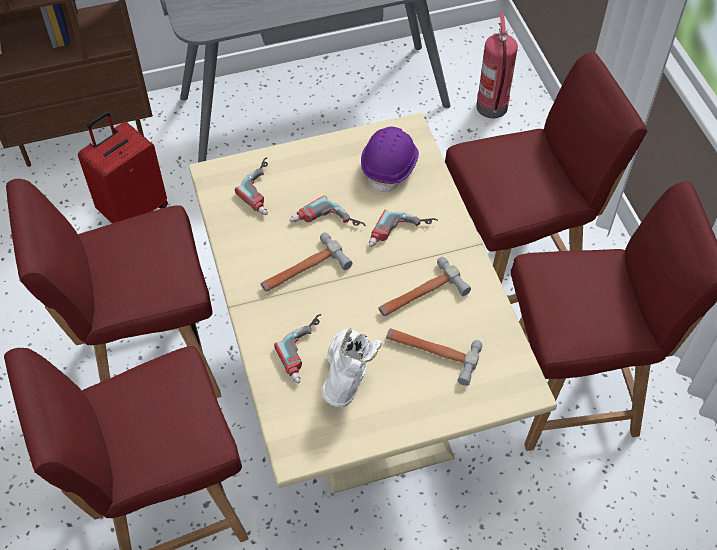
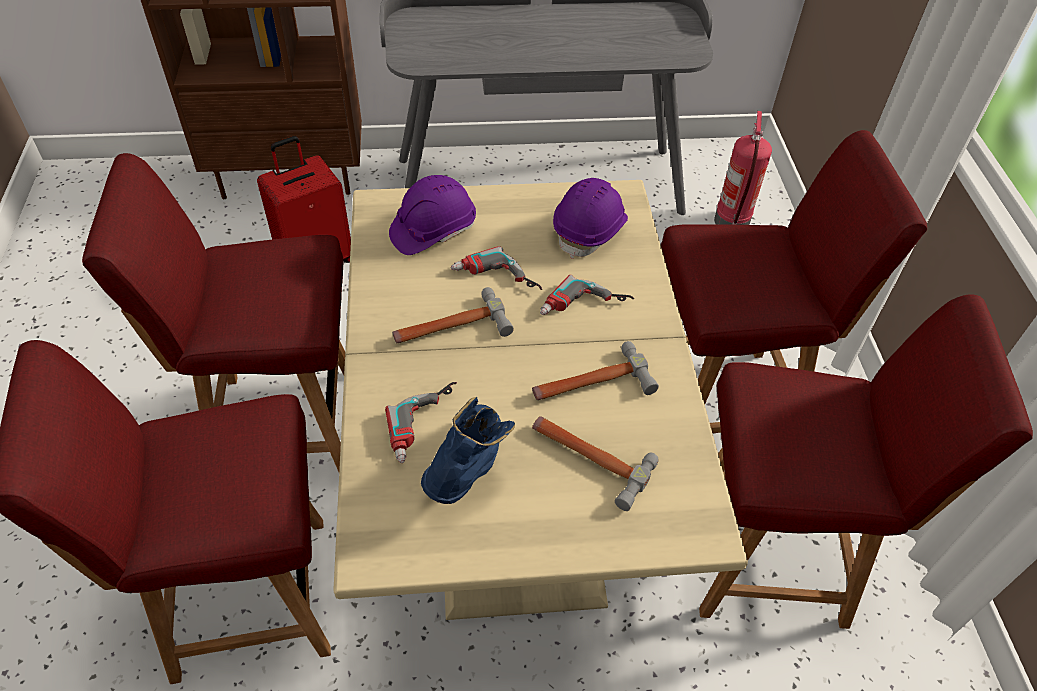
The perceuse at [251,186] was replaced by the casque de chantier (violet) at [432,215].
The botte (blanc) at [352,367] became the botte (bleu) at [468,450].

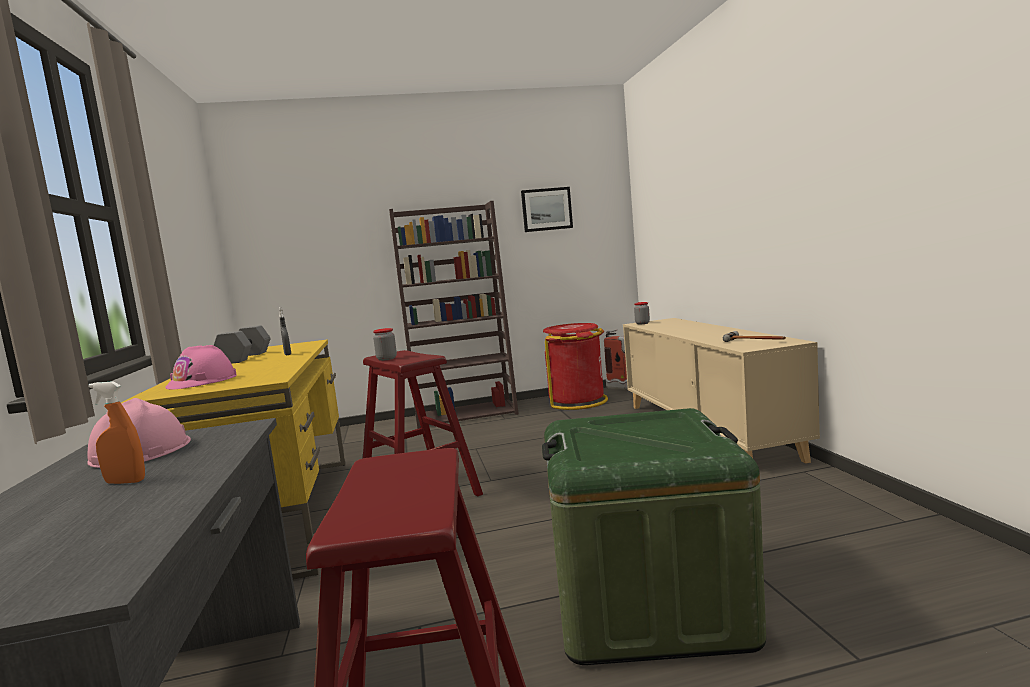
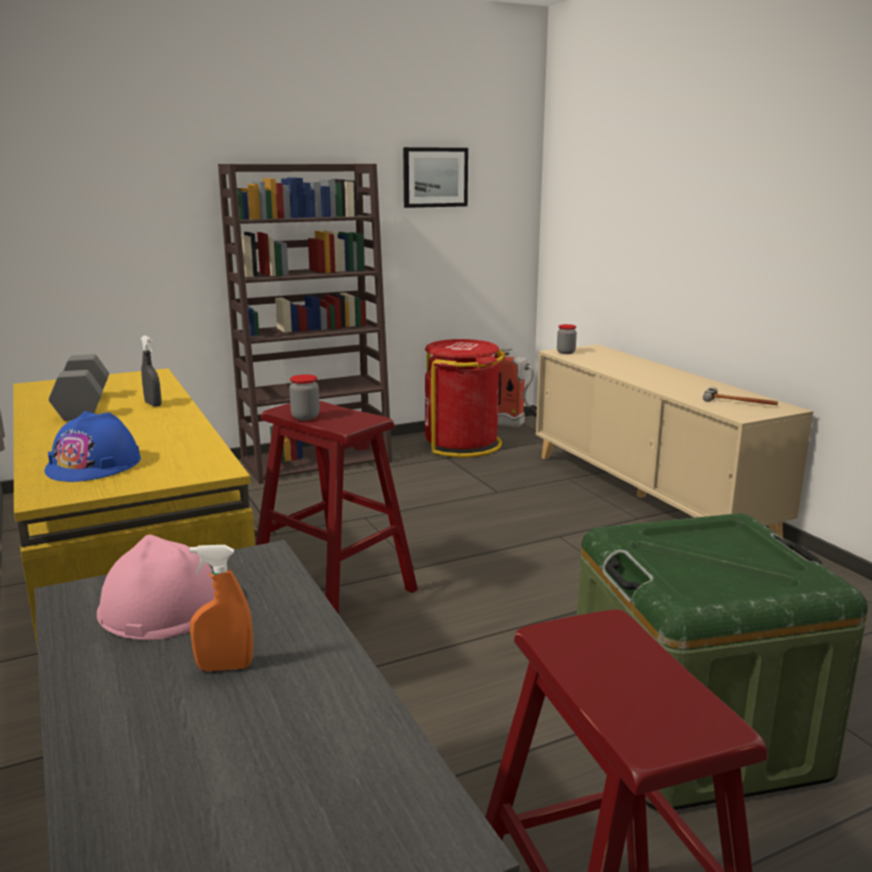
The casque de chantier (rose) at [201,367] became the casque de chantier (bleu) at [92,446].

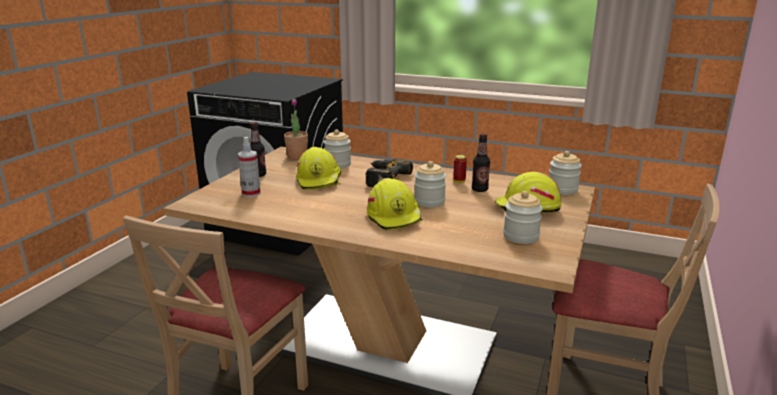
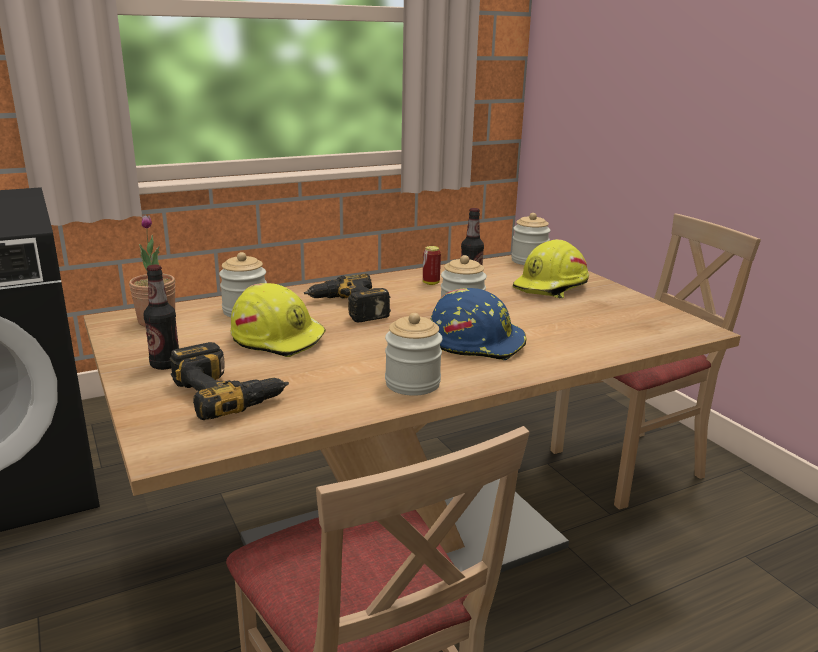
The vaporisateur at [249,167] was replaced by the perceuse at [229,381].
The casque de chantier (jaune) at [395,204] became the casque de chantier (bleu) at [478,324].
The bocal moved from [523,217] to [414,354].

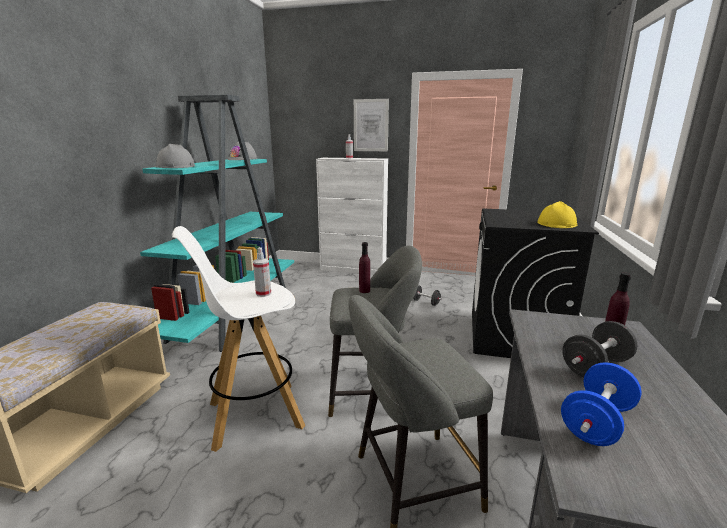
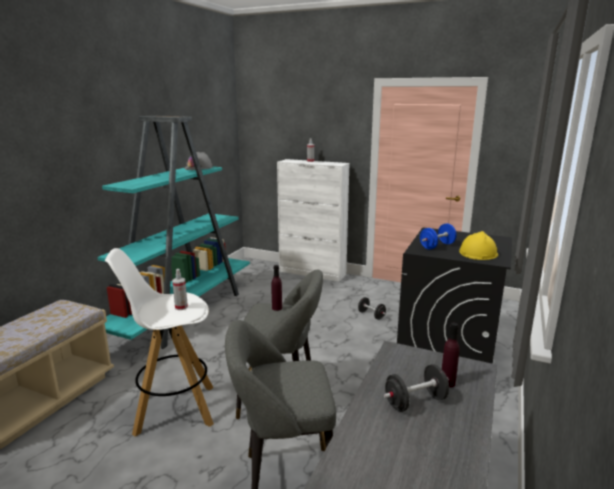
The tableau at [371,125] disappeared.
The casque de chantier (gris) at [175,156] disappeared.
The haltère (bleu) moved from [601,404] to [438,236].

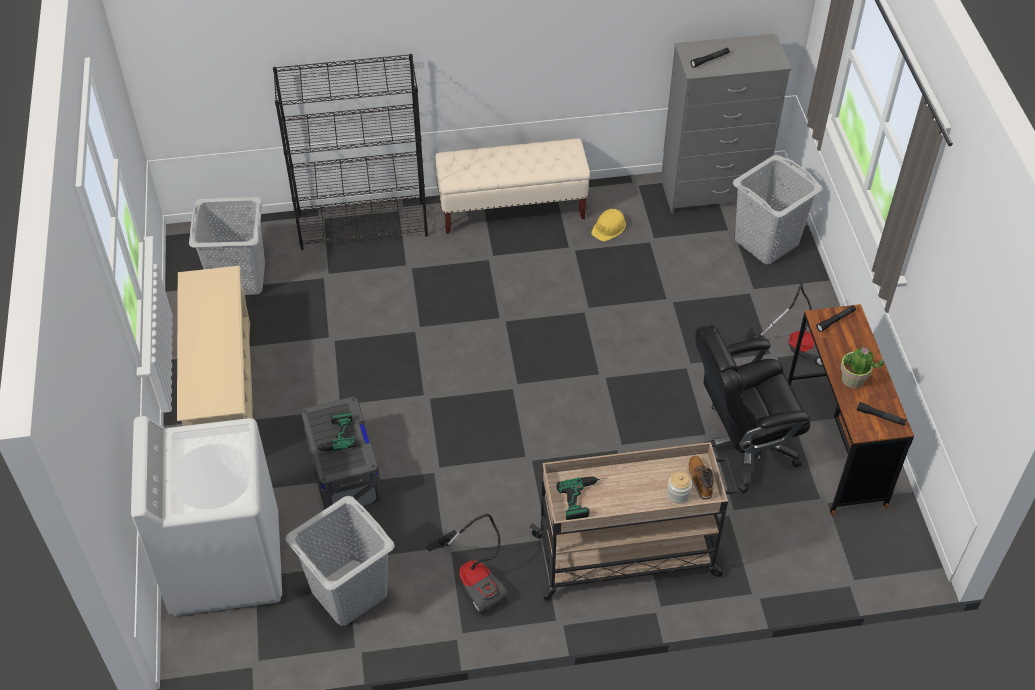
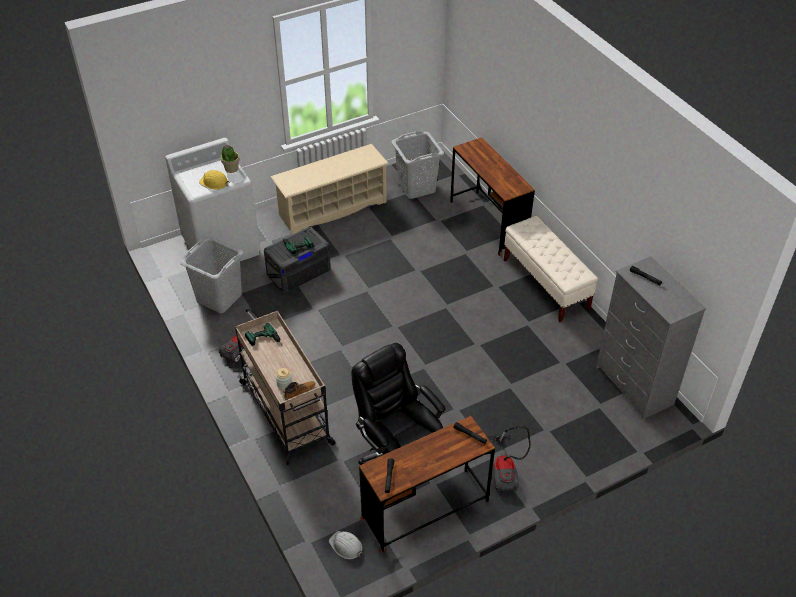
The bibliothèque (noir) at [350,152] was replaced by the bureau (marron) at [492,196].
The panier à linge (gris) at [778,209] disappeared.
The casque de chantier (jaune) moved from [608,225] to [214,180].
The plante en pot moved from [862,368] to [230,159].
The casque de chantier (blanc) at [346,545] appeared.

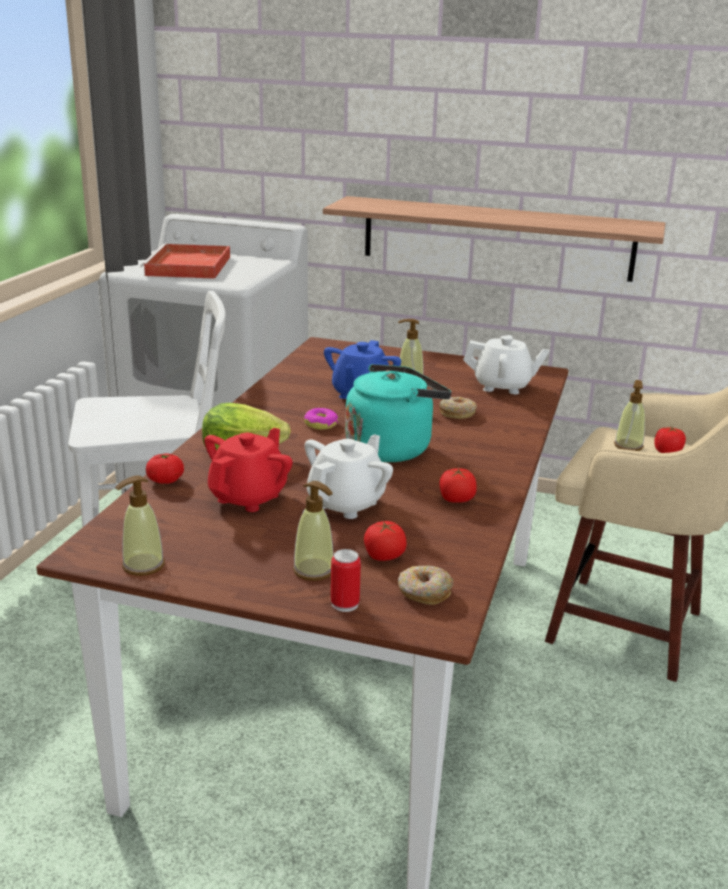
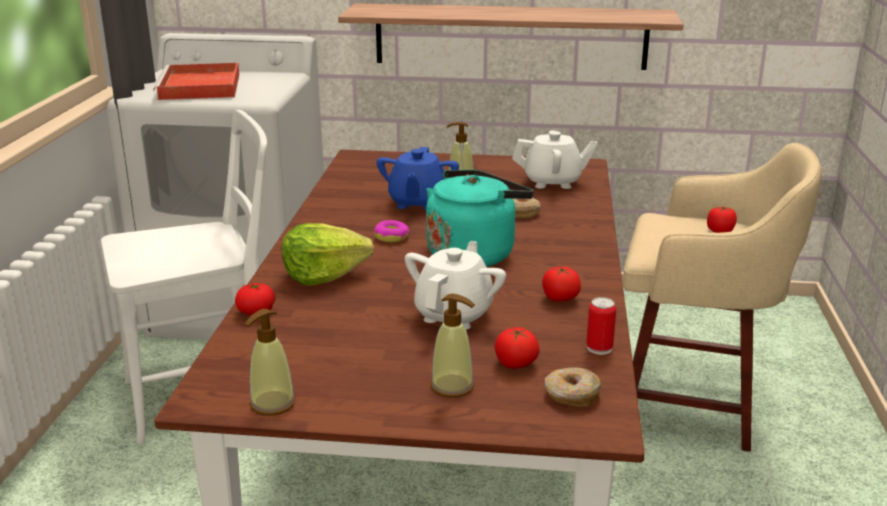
The distributeur de savon at [629,415] disappeared.
The théière (rouge) at [248,470] disappeared.
The boîte métallique moved from [346,580] to [601,326].

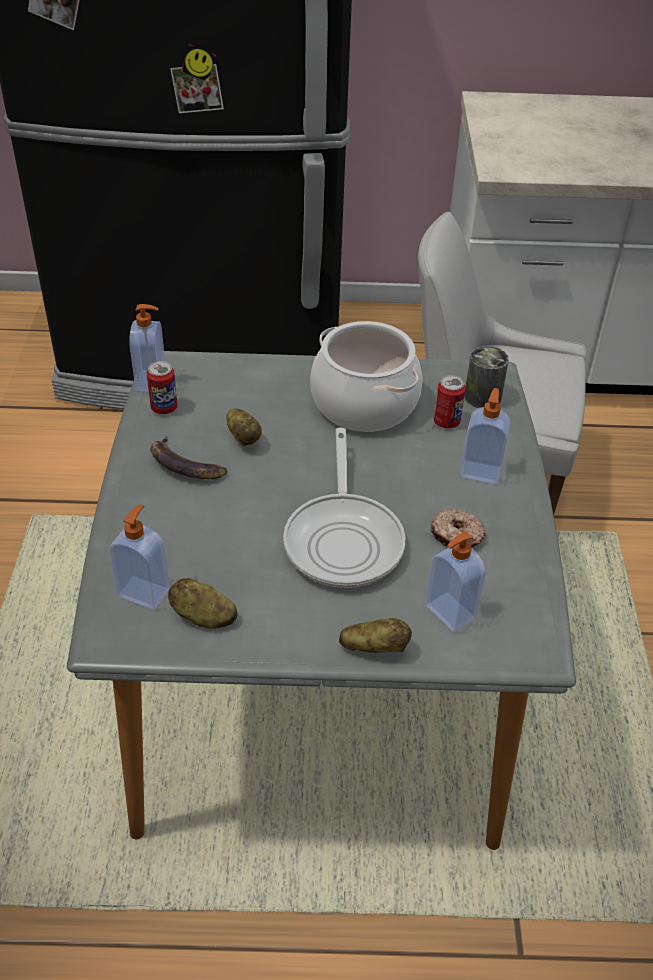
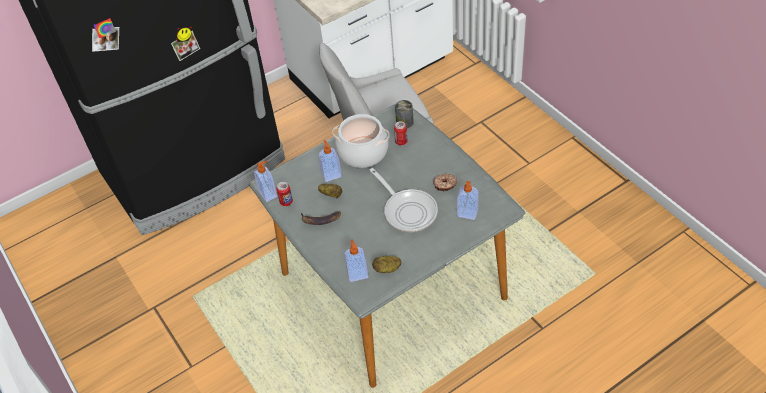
The distributeur de savon moved from [485,436] to [330,161].
The pomme de terre at [375,635] disappeared.

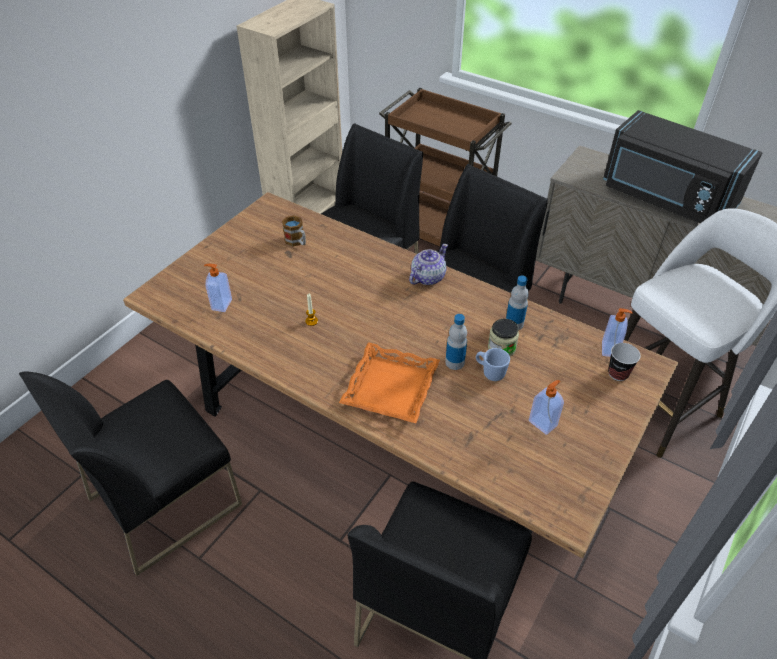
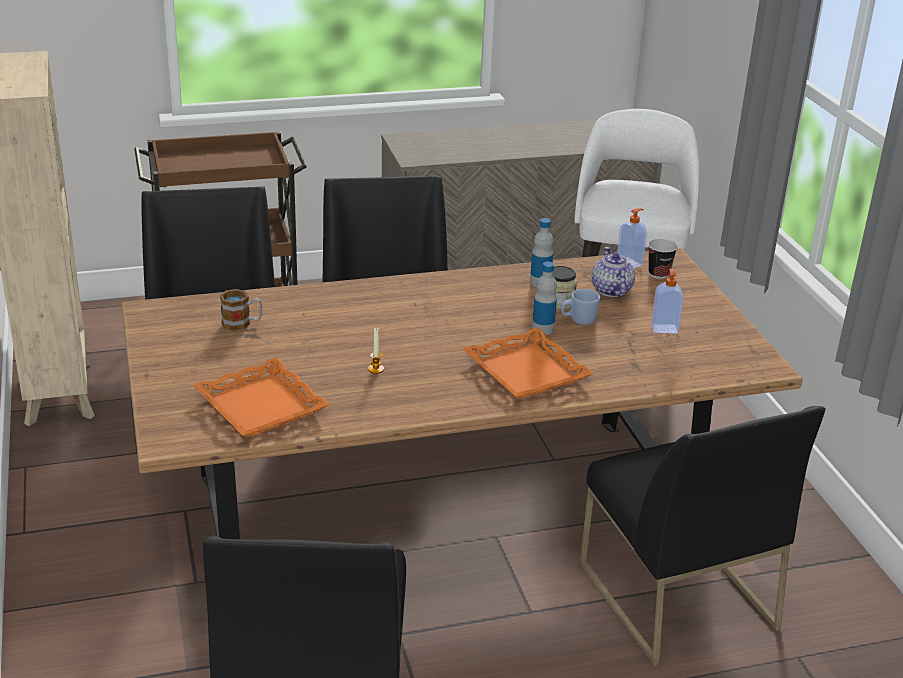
The micro-ondes (noir) at [683,166] disappeared.
The théière moved from [428,264] to [613,272].
The distributeur de savon at [218,288] was replaced by the plateau (orange) at [261,397].

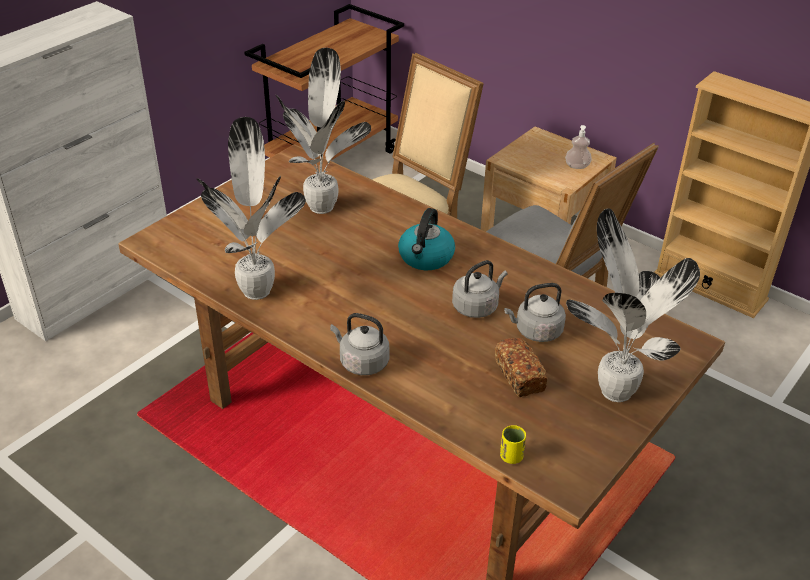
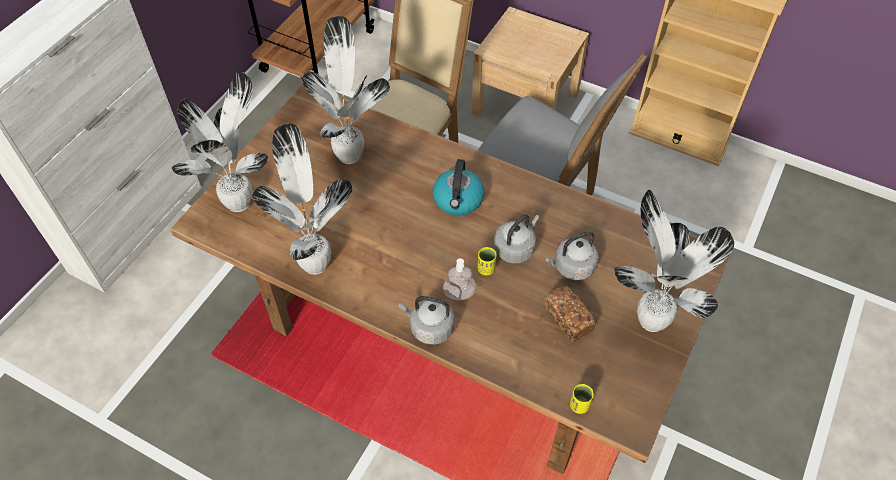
The distributeur de savon moved from [578,147] to [460,279].
The plante en pot at [220,141] appeared.
The tasse (jaune) at [487,261] appeared.

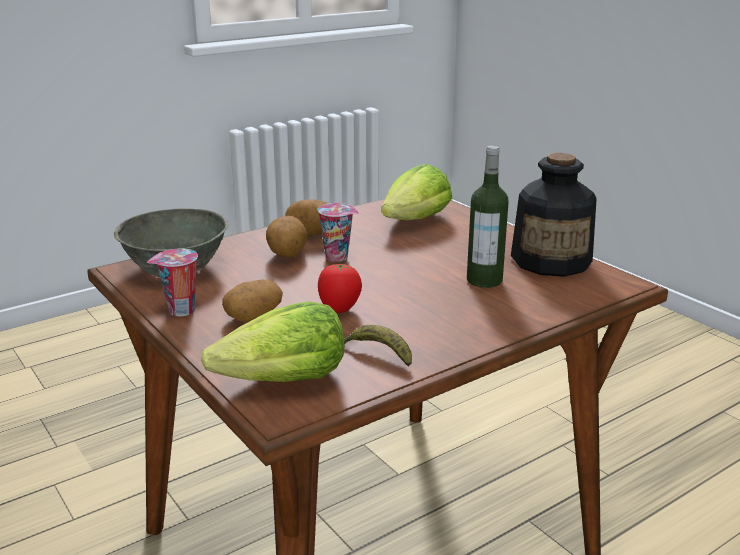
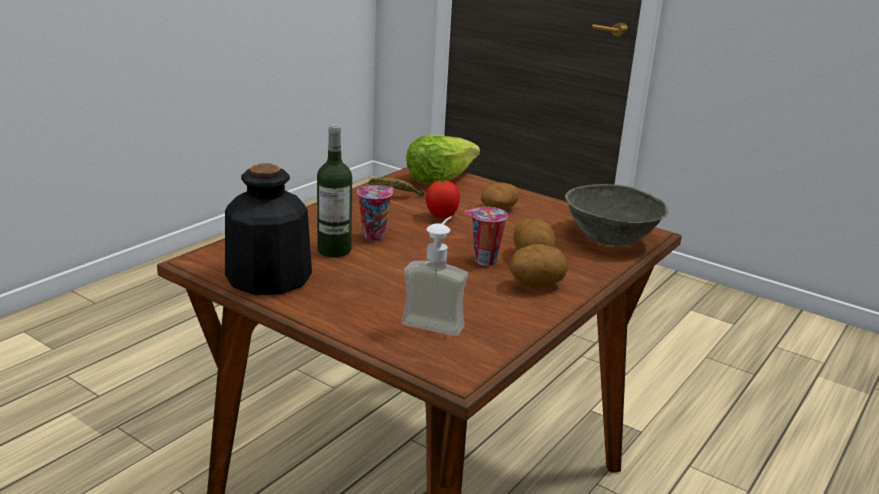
The laitue at [416,192] was replaced by the distributeur de savon at [435,276].
The tasse moved from [172,282] to [375,213].

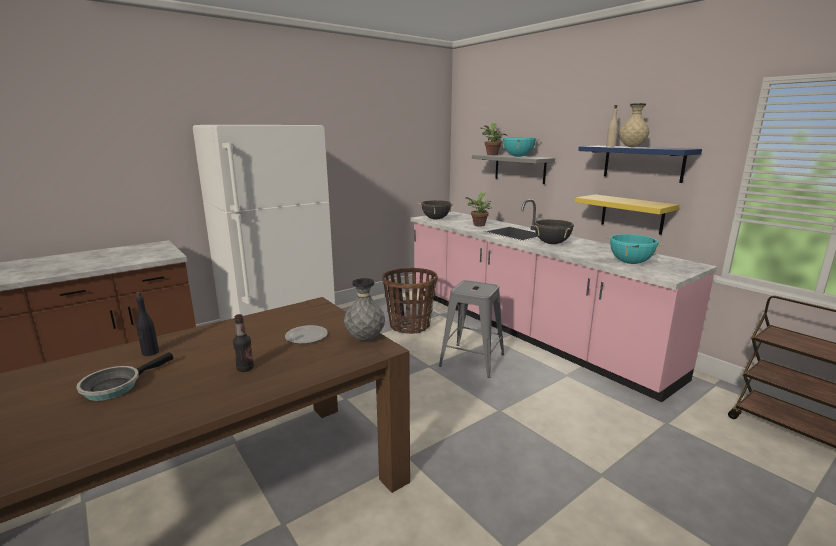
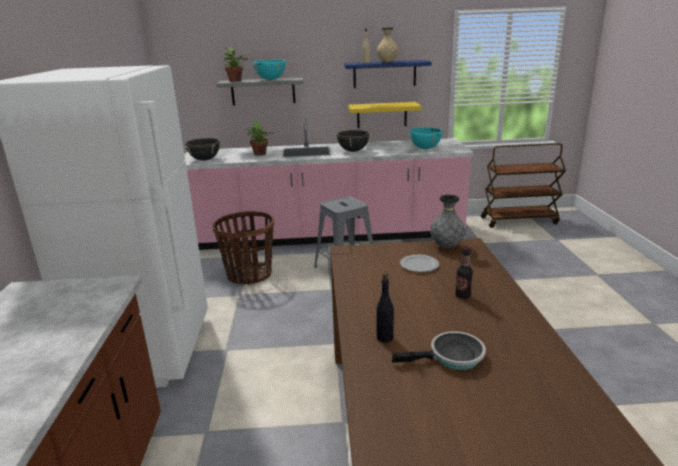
The poêle at [124,376] turned 75 degrees counterclockwise.

